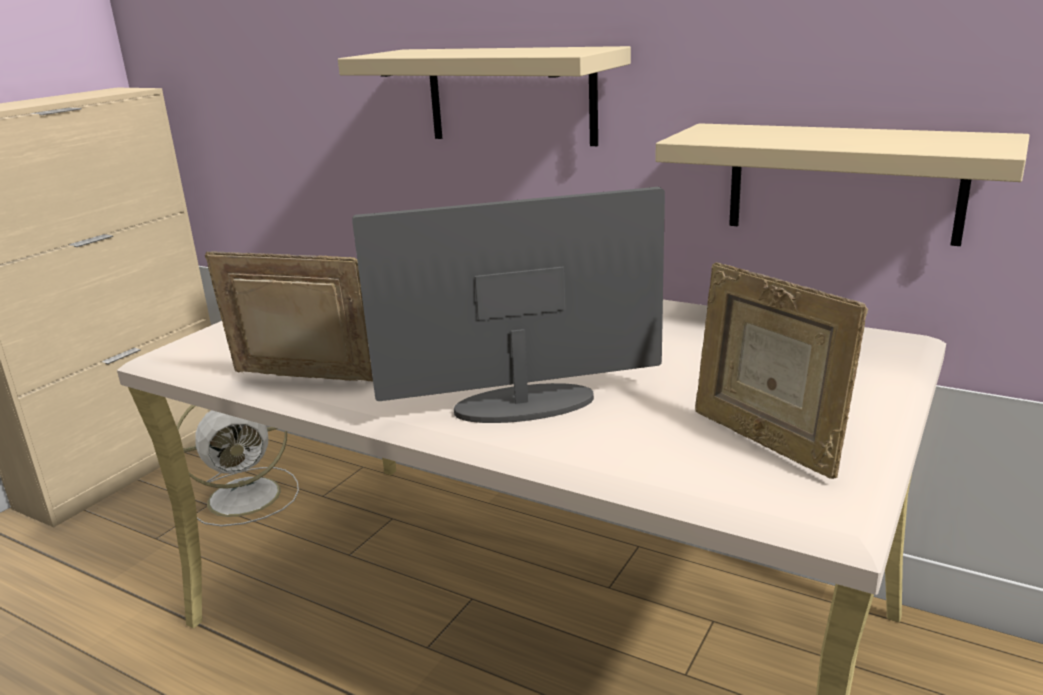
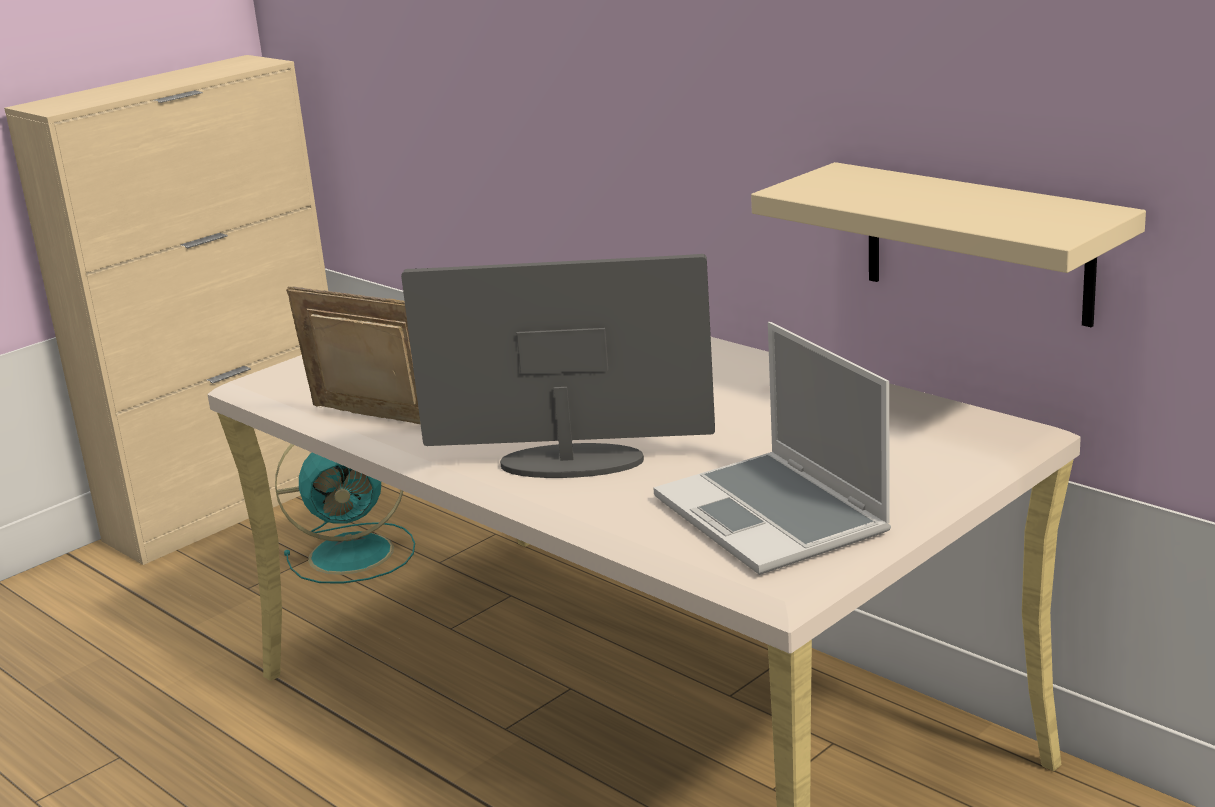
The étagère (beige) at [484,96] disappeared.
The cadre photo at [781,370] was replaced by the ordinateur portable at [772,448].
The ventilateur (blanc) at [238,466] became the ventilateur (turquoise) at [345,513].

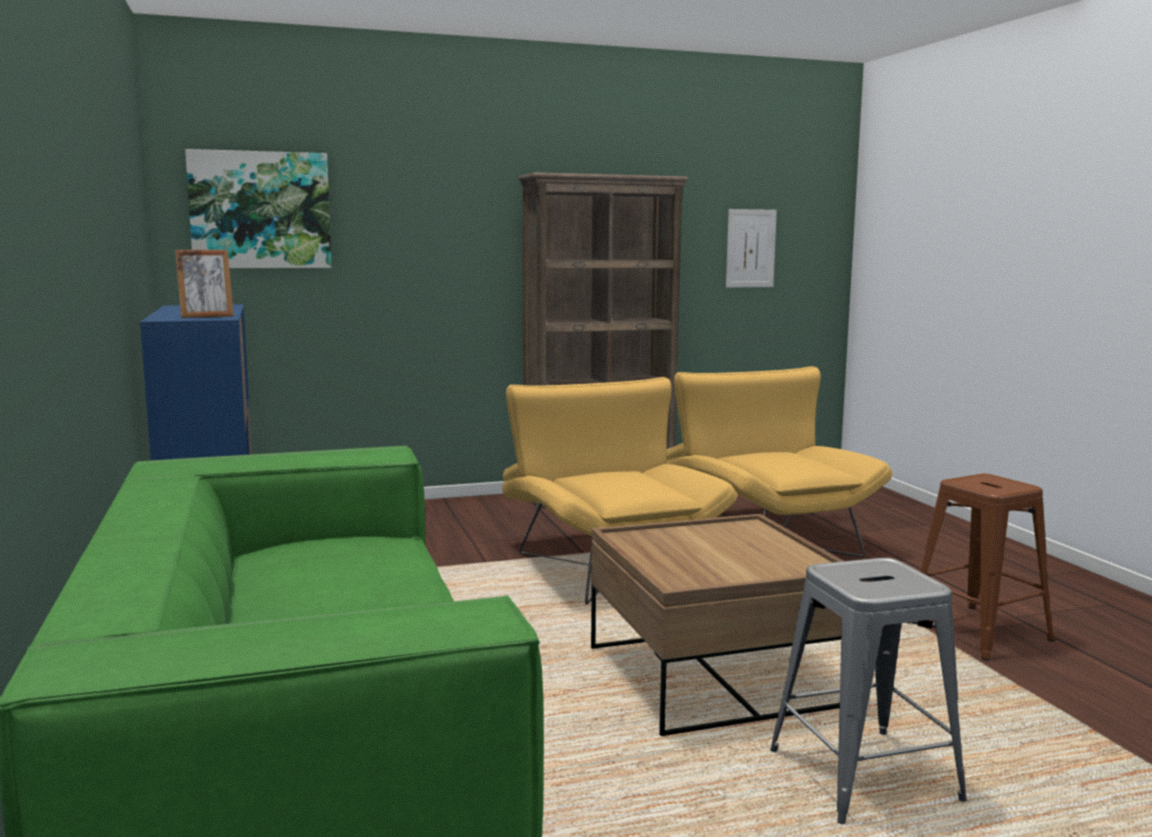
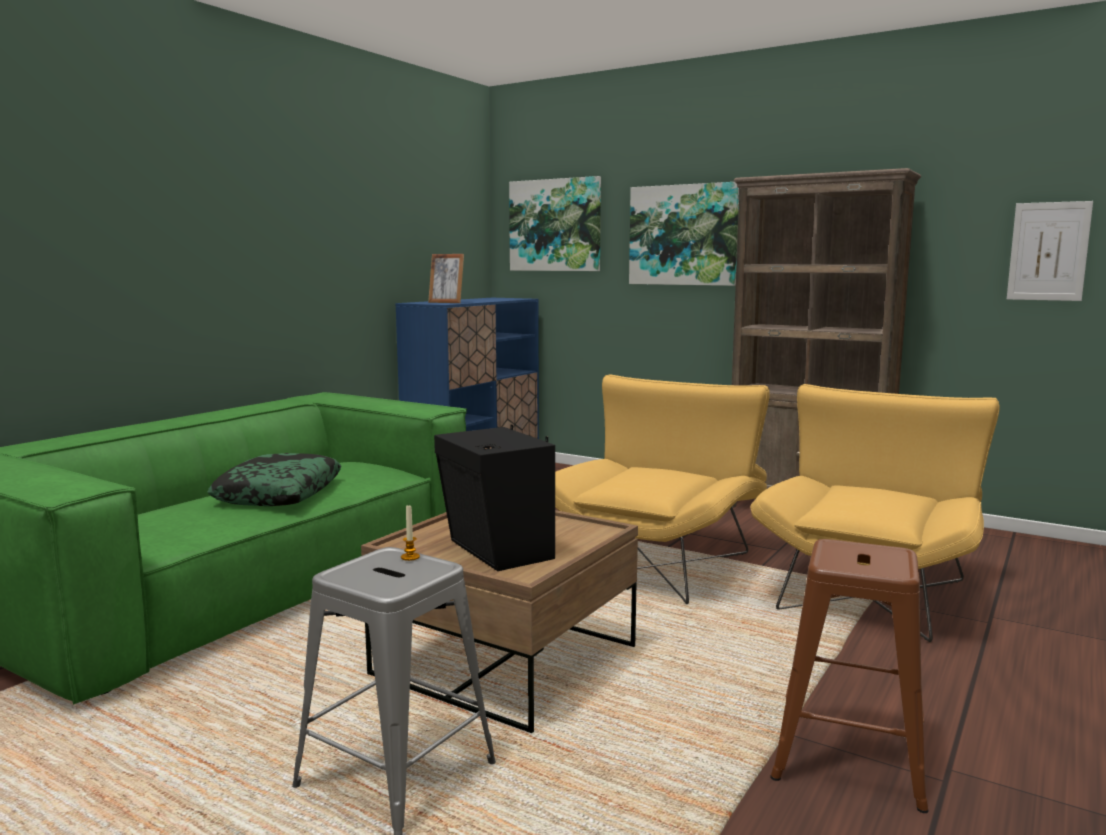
The tableau at [684,234] appeared.
The enceinte (noir) at [494,497] appeared.
The coussin at [274,479] appeared.
The bougie at [410,532] appeared.

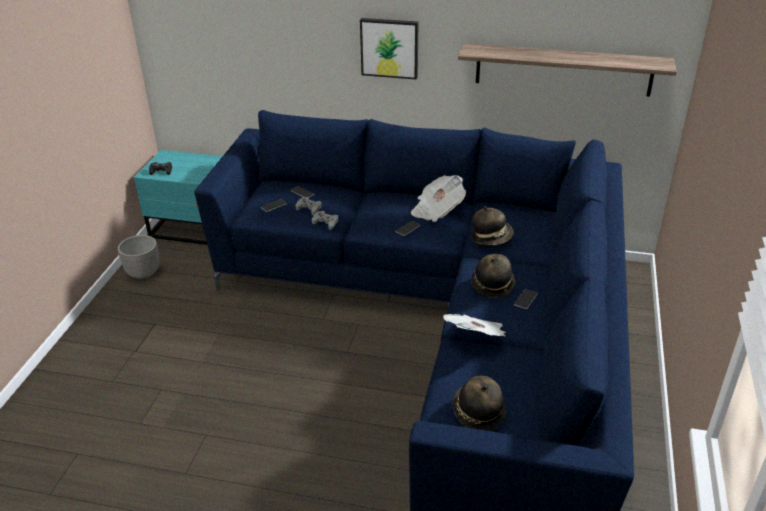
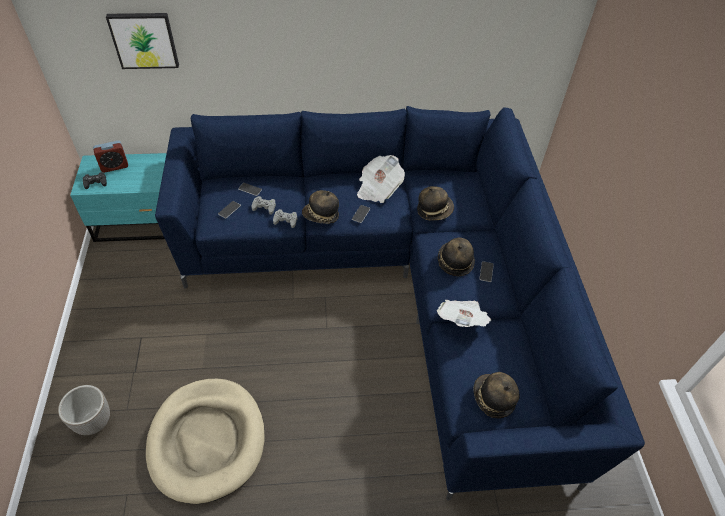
The tableau moved from [389,49] to [142,41].
The étagère at [567,70] disappeared.
The cache-pot moved from [138,257] to [84,410].
The réveil at [110,157] appeared.
The chapeau at [320,207] appeared.
The panier pour chien (beige) at [205,441] appeared.

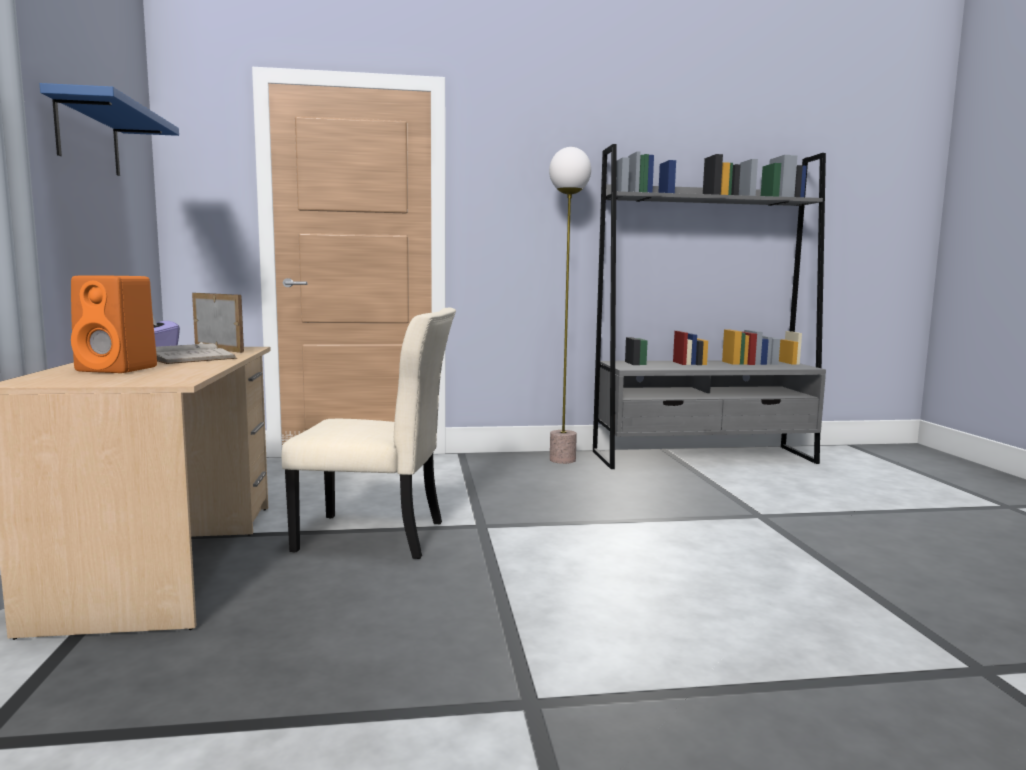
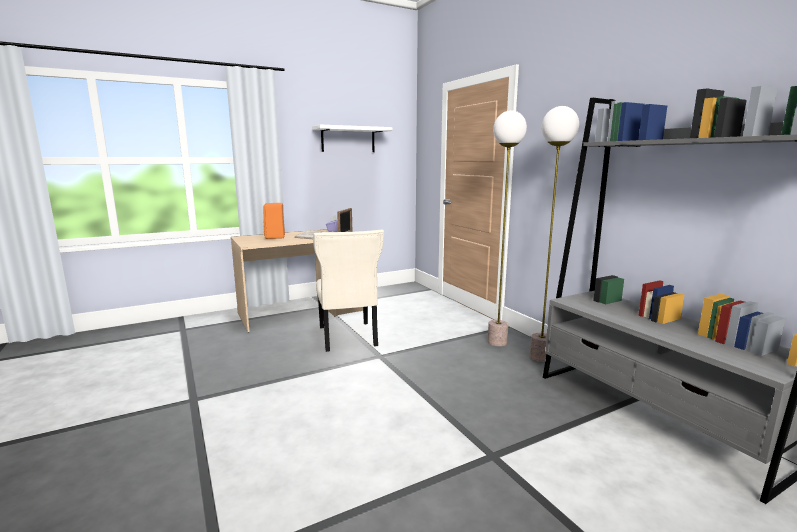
The étagère (bleu) at [109,129] became the étagère (blanc) at [352,138].
The lampadaire at [507,228] appeared.

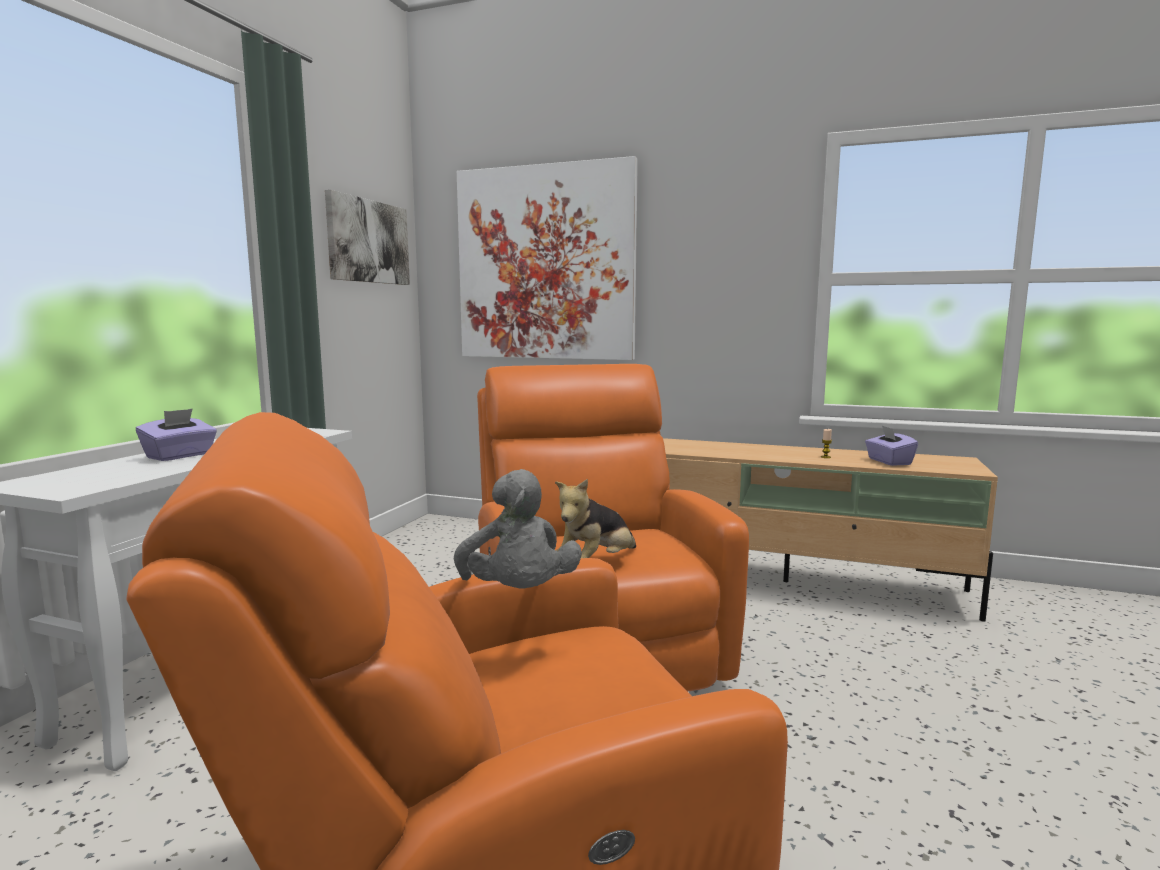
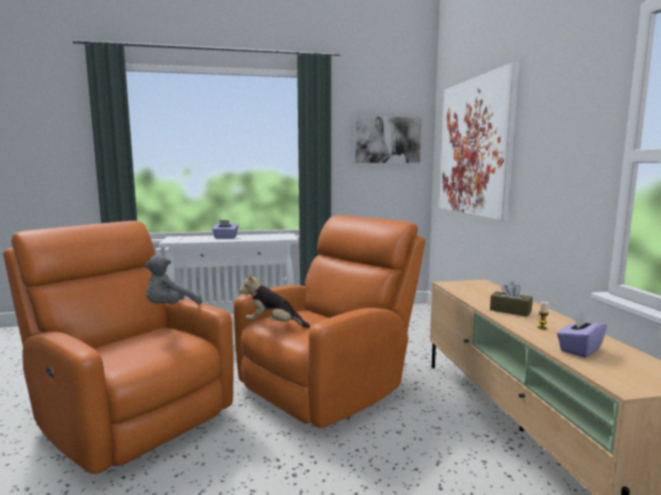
The boîte à mouchoirs (marron) at [511,299] appeared.

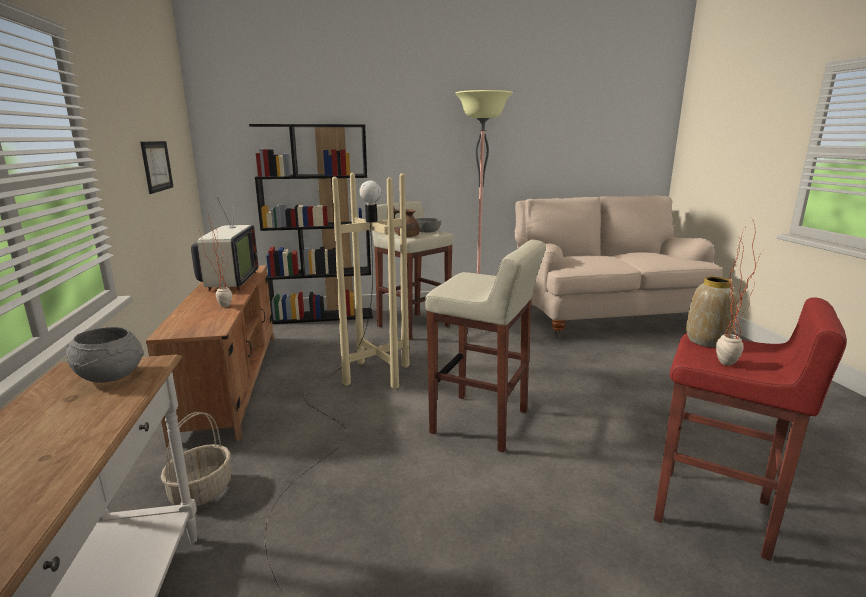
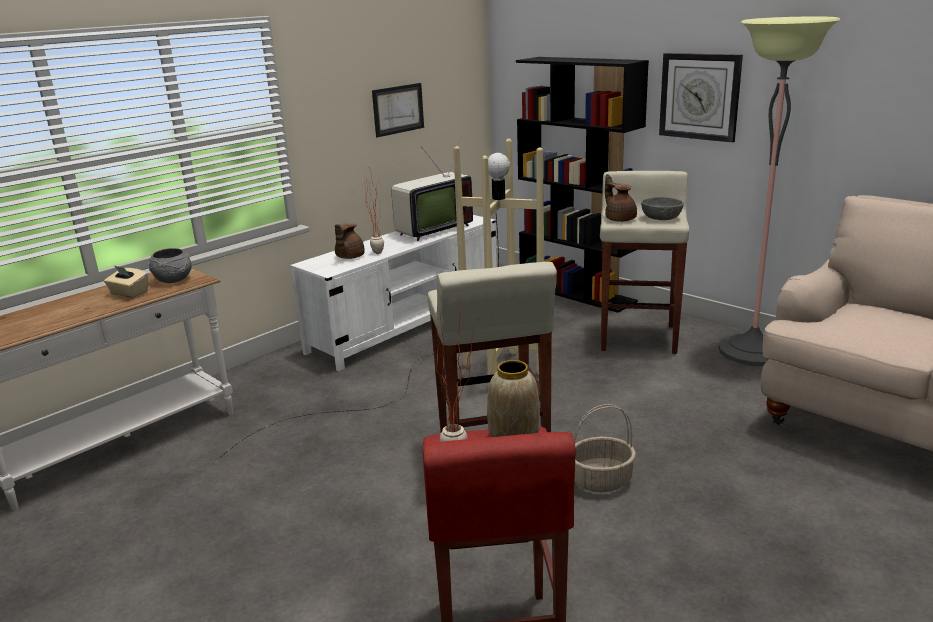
The meuble télé (marron) at [210,356] became the meuble télé (blanc) at [393,293].
The panier moved from [196,459] to [604,448].
The horloge murale at [701,98] appeared.
The théière (marron) at [350,241] appeared.
The boîte à mouchoirs (beige) at [126,281] appeared.

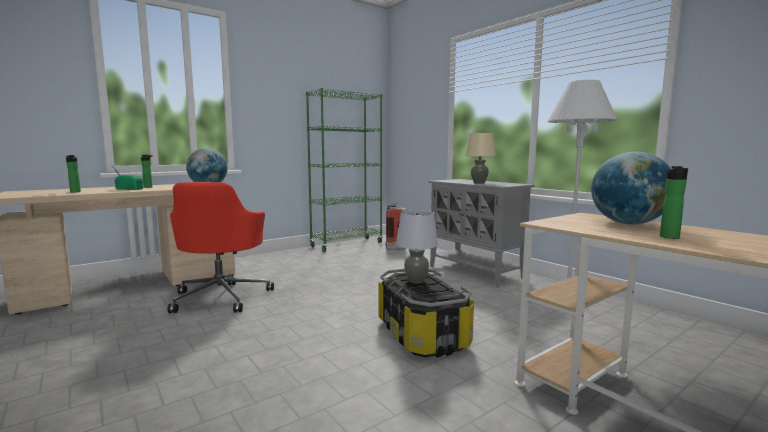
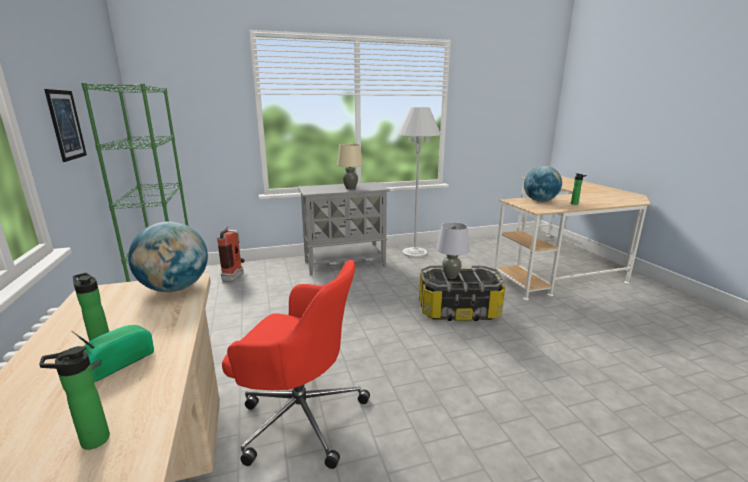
The tableau at [65,125] appeared.

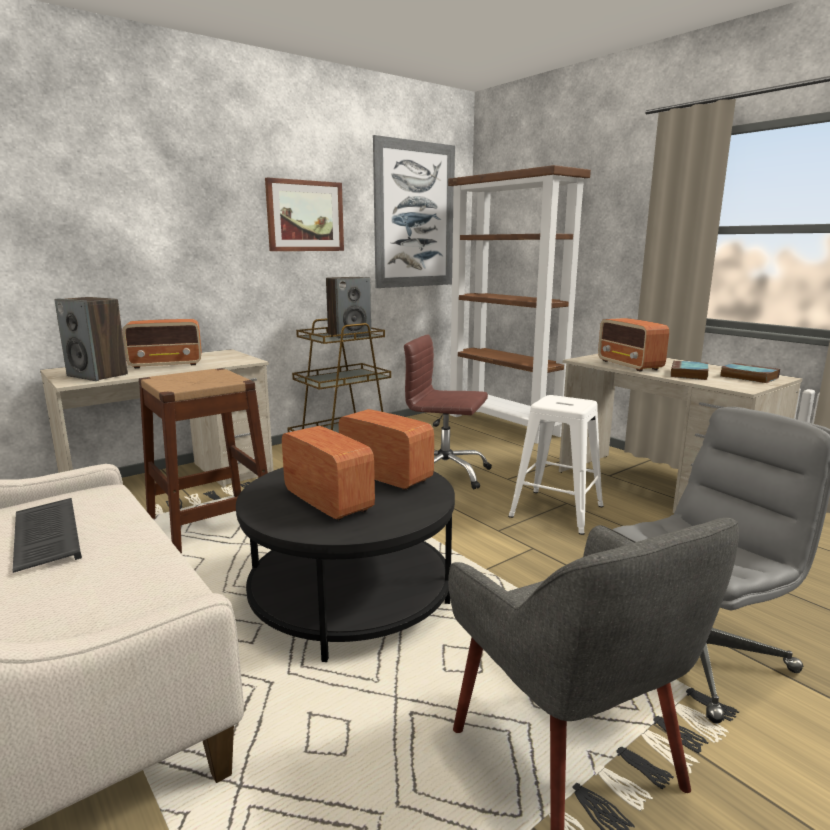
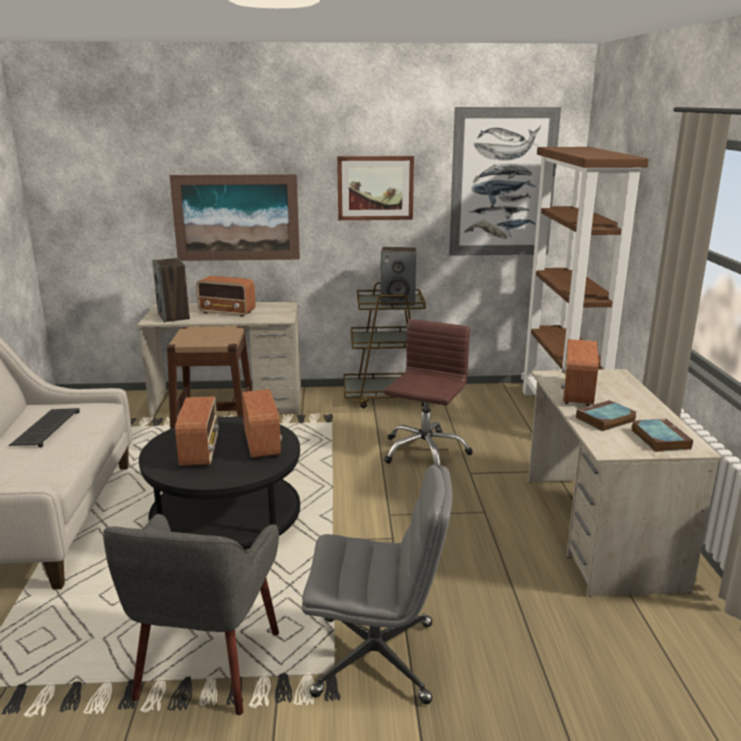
The chaise de bureau (marron) at [448,412] turned 60 degrees clockwise.
The tabouret (blanc) at [556,465] disappeared.
The tableau at [235,217] appeared.

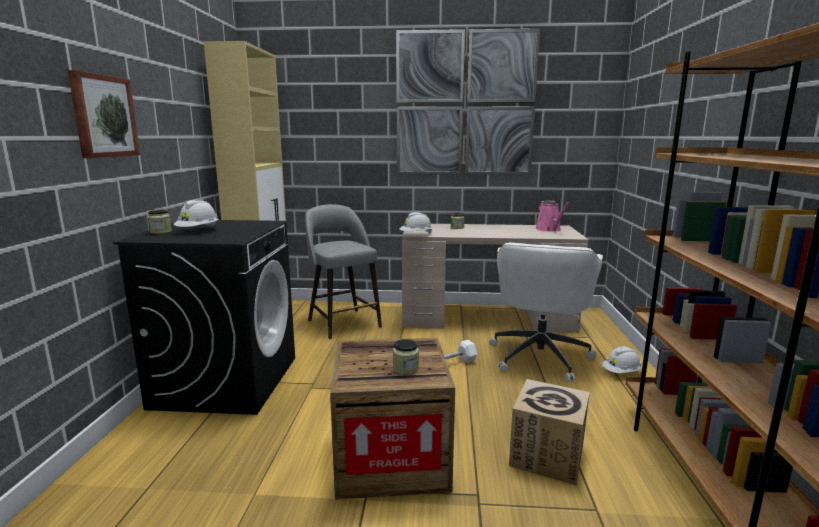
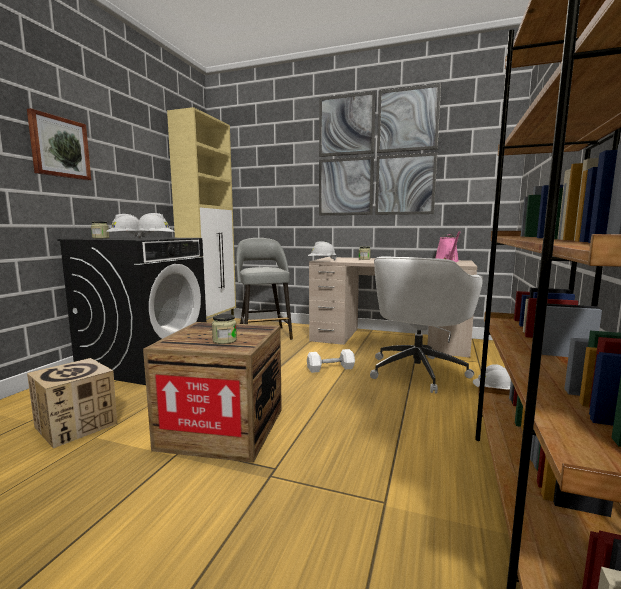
The carton moved from [549,432] to [72,403].
The casque de chantier (blanc) at [155,226] appeared.

